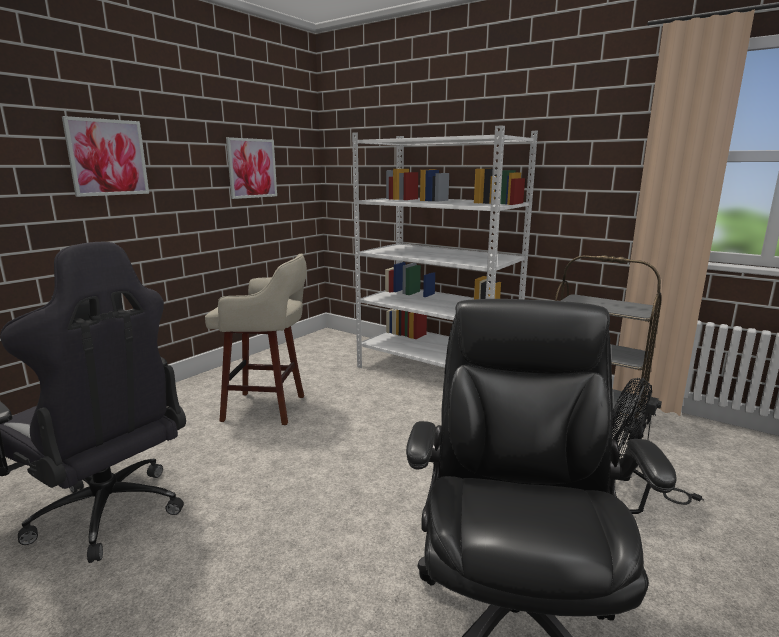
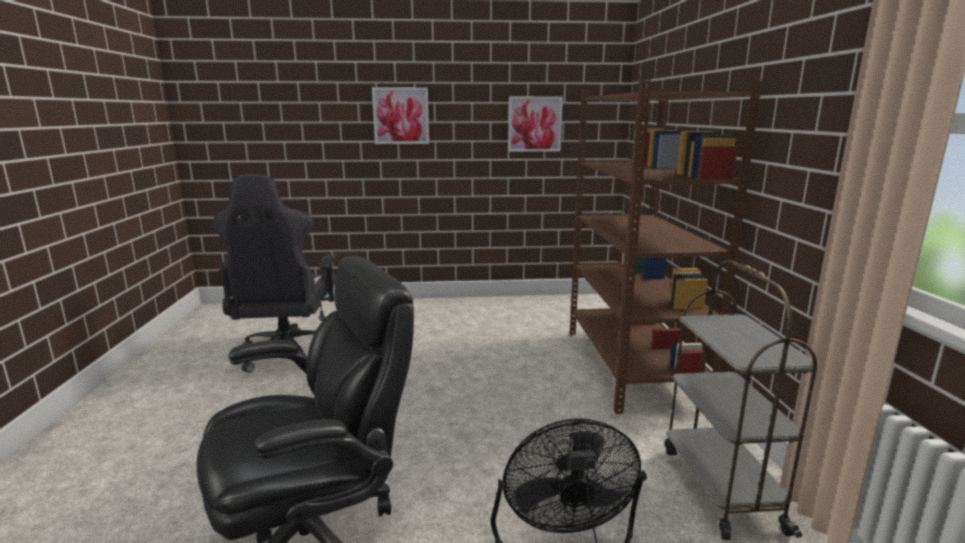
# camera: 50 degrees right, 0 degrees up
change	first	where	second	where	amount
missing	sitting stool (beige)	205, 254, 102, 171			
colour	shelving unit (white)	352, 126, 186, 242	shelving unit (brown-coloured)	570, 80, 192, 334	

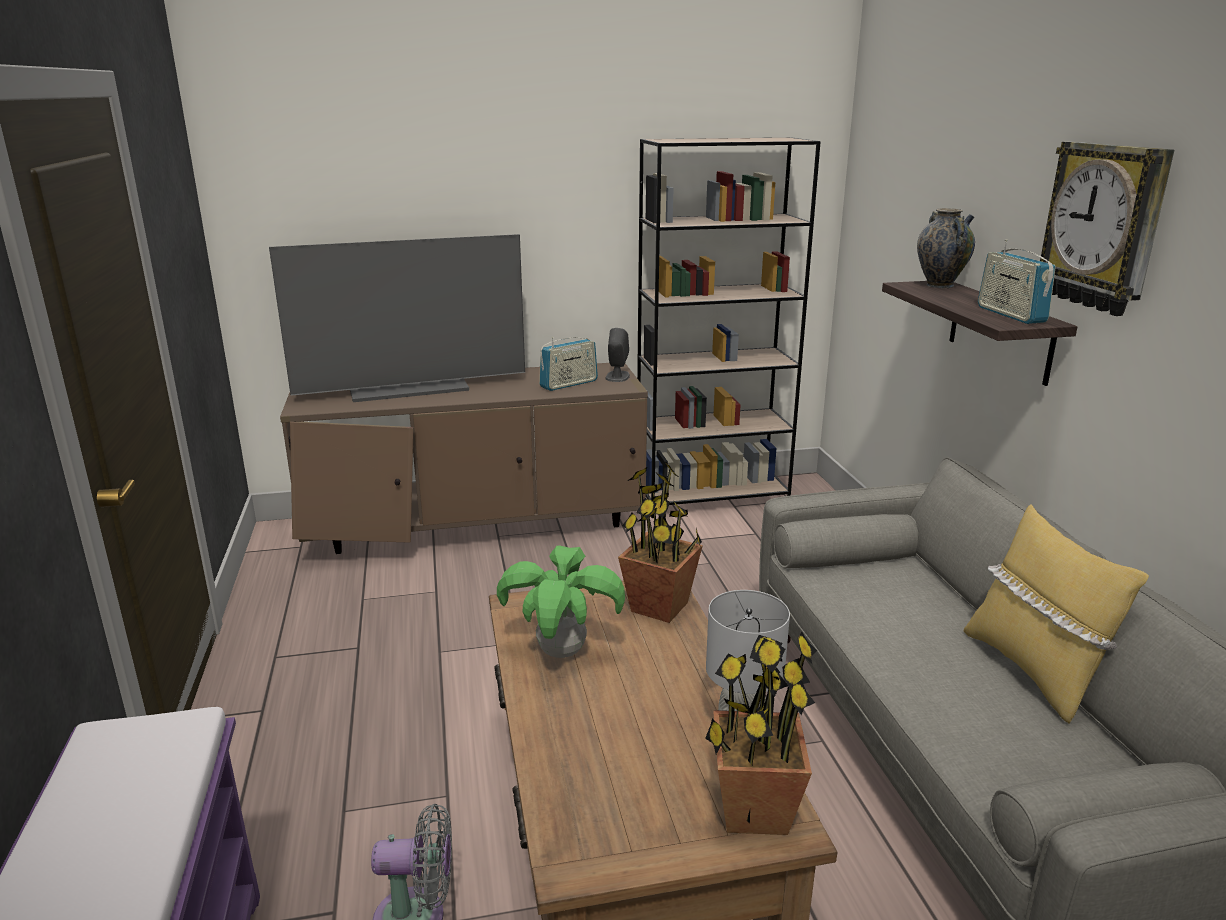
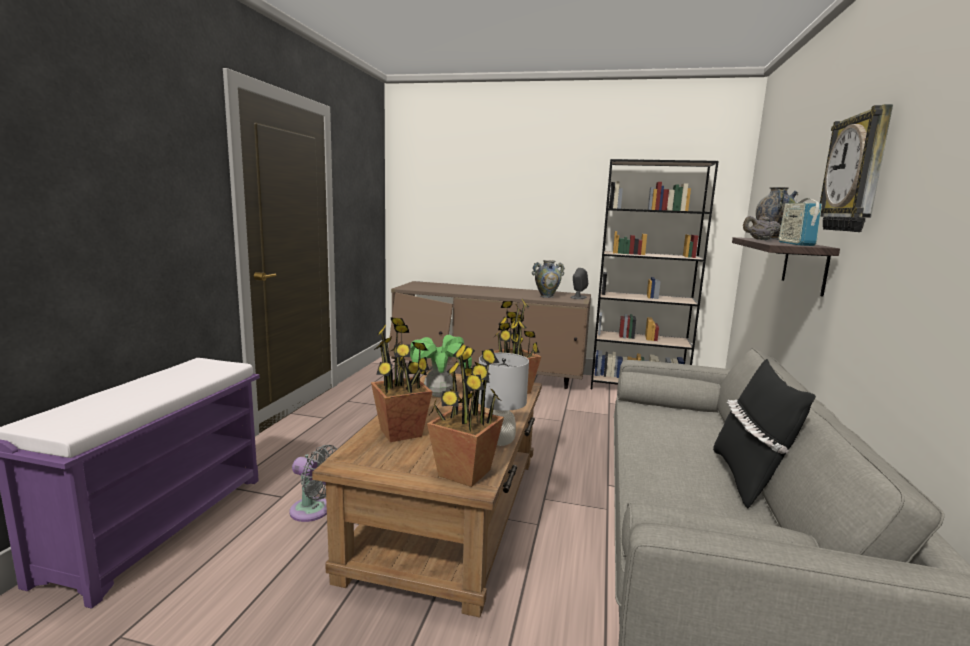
# camera: 25 degrees right, 10 degrees down
change	first	where	second	where	amount
missing	TV	269, 234, 256, 168			
exchanged	radio set	539, 337, 59, 54	decorative vase	532, 260, 33, 38	
colour	throw pillow (yellow-coloured)	963, 504, 186, 219	throw pillow (blackish)	713, 359, 103, 149	
appeared			plant in a pot	371, 317, 61, 125	
appeared			tea pot (greyish)	743, 213, 38, 27	

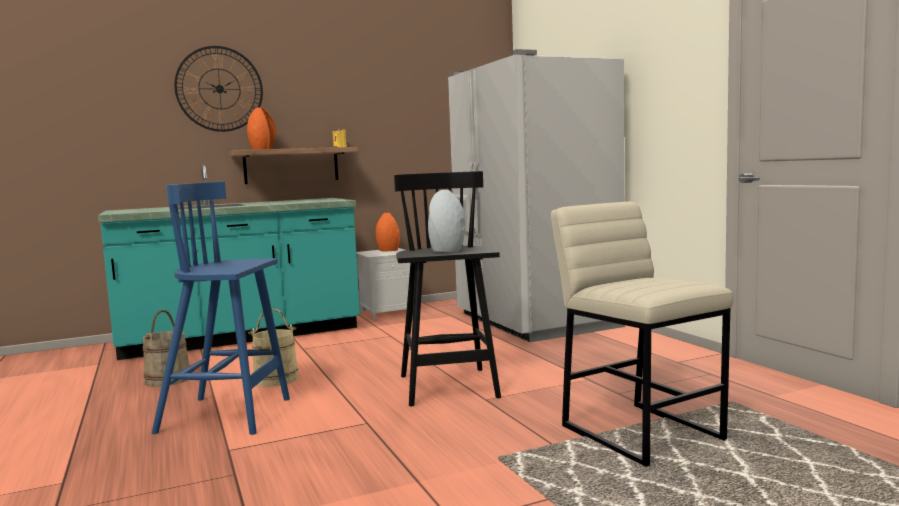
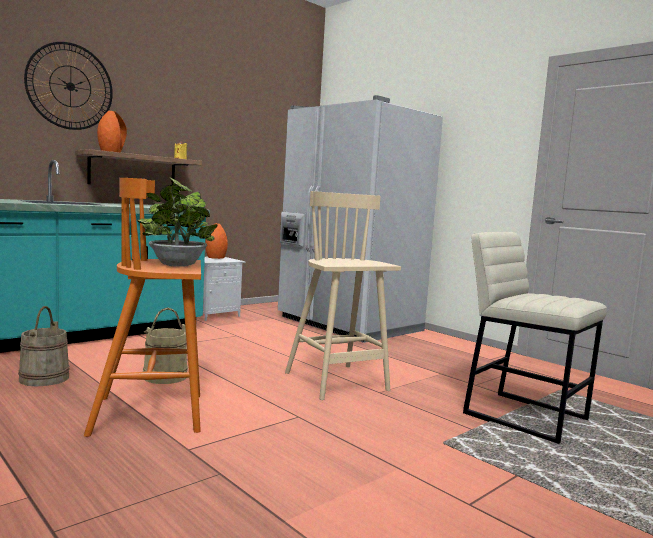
# camera: 20 degrees left, 0 degrees up
change	first	where	second	where	amount
colour	sitting stool (blue)	152, 182, 138, 253	sitting stool (orangey)	84, 178, 117, 259	
colour	sitting stool (blackish)	394, 171, 107, 236	sitting stool (beige)	285, 191, 116, 209	
missing	decorative vase (greyish)	428, 190, 38, 62			
appeared			plant in a pot	137, 178, 80, 89	

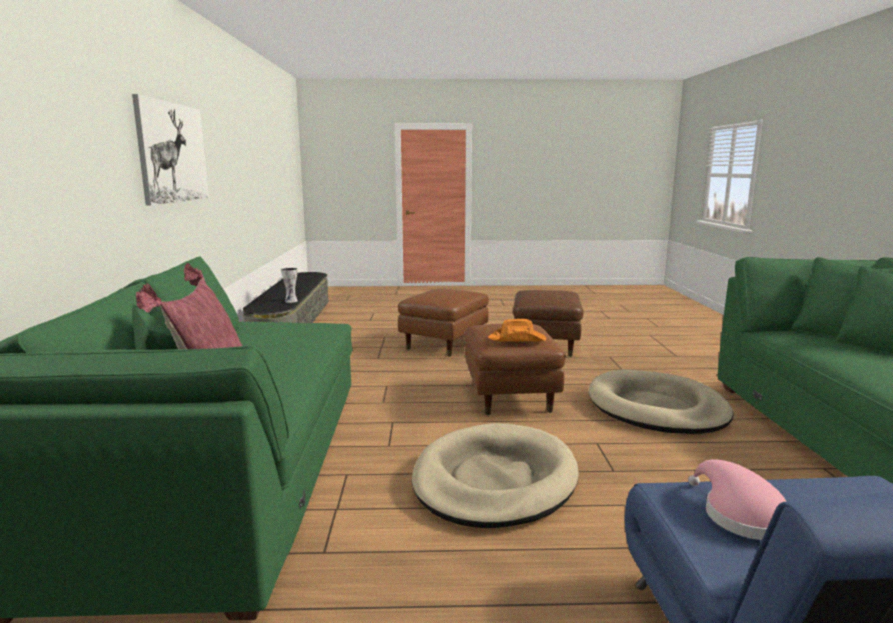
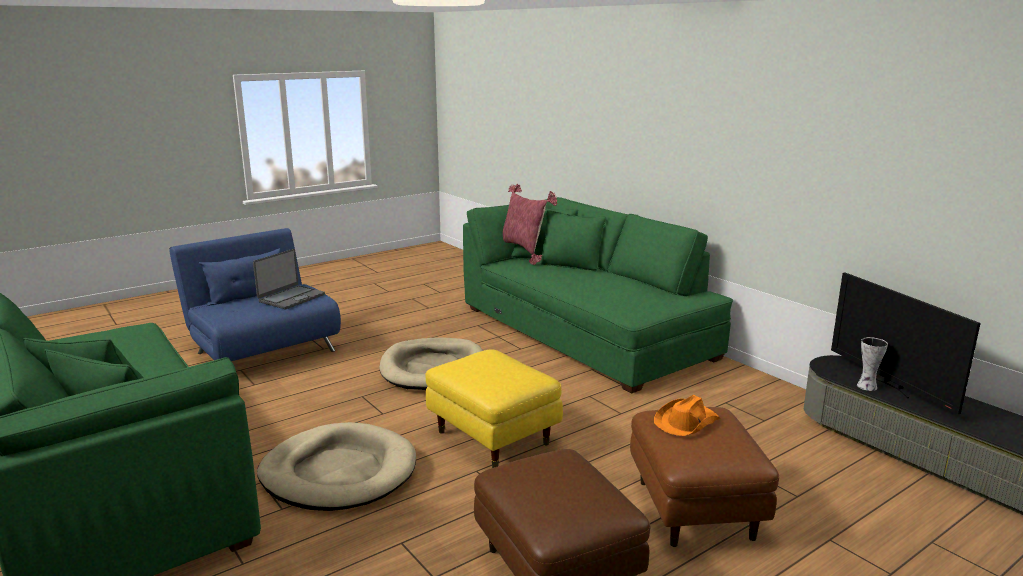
# camera: 145 degrees right, 5 degrees up
change	first	where	second	where	amount
missing	wall art	132, 94, 77, 112			
colour	pouffe (brown-coloured)	464, 324, 102, 91	pouffe (yellow-coloured)	425, 349, 138, 119	
relocated	wearable hat (orangey)	488, 319, 58, 23		654, 395, 66, 41	
exchanged	wearable hat (pink-coloured)	688, 459, 99, 81	notebook computer	253, 249, 72, 60	
appeared			TV	831, 272, 150, 142	

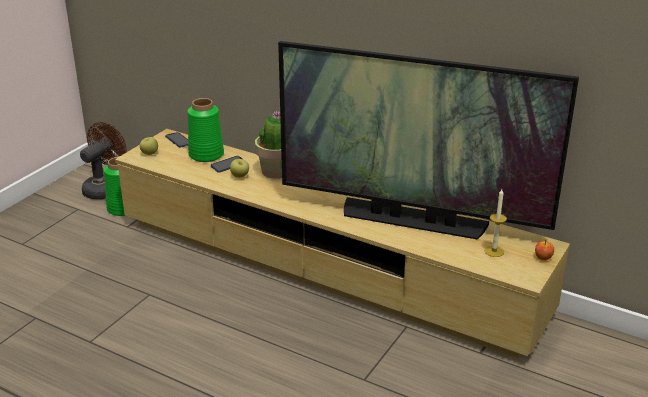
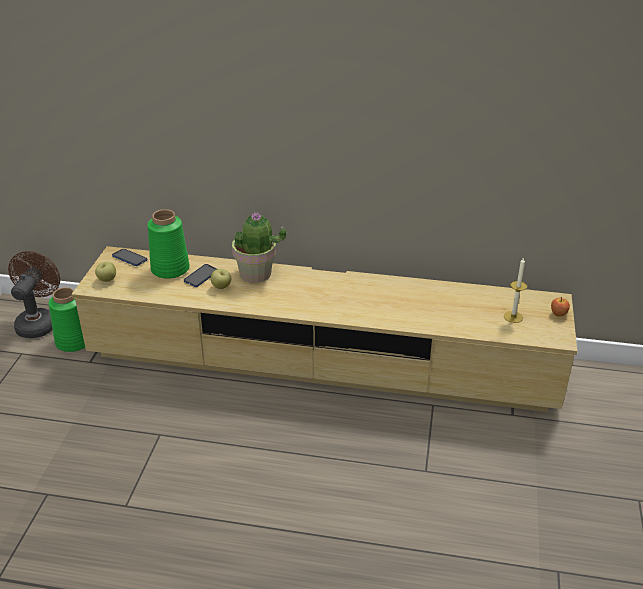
# camera: 20 degrees left, 5 degrees up
change	first	where	second	where	amount
missing	TV	278, 41, 301, 198			

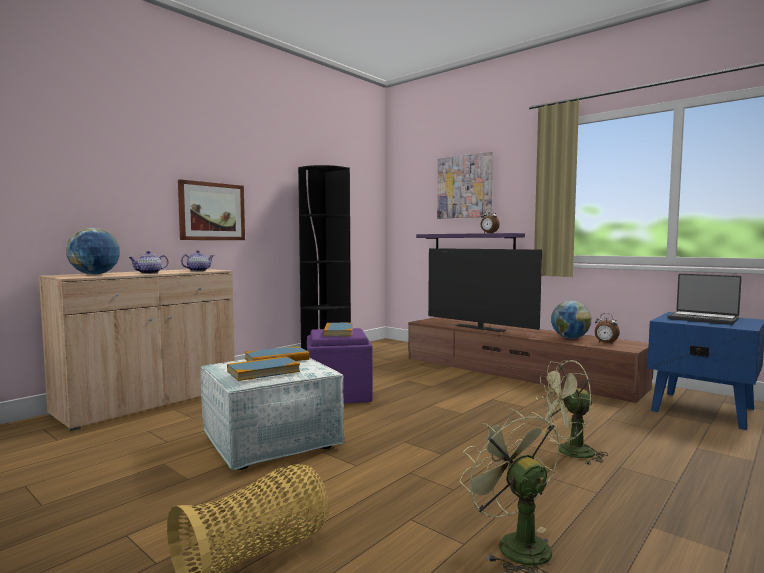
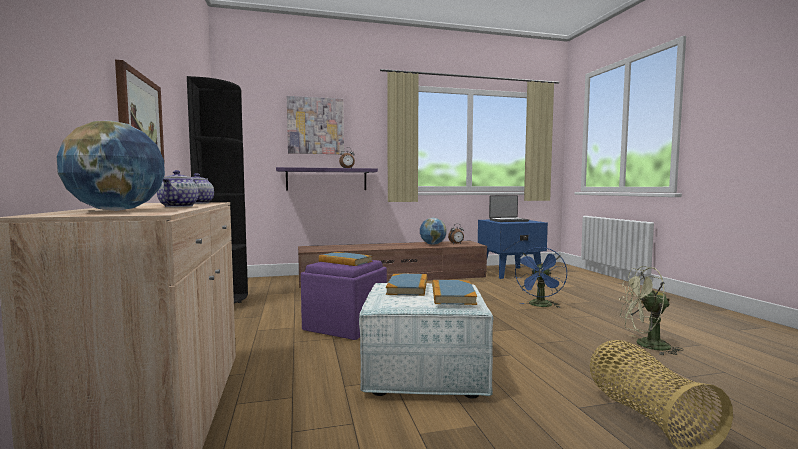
# camera: 55 degrees left, 0 degrees up
change	first	where	second	where	amount
missing	TV	428, 248, 114, 84			
colour	cooling fan (greenish)	536, 360, 72, 105	cooling fan (blue)	515, 247, 52, 61	

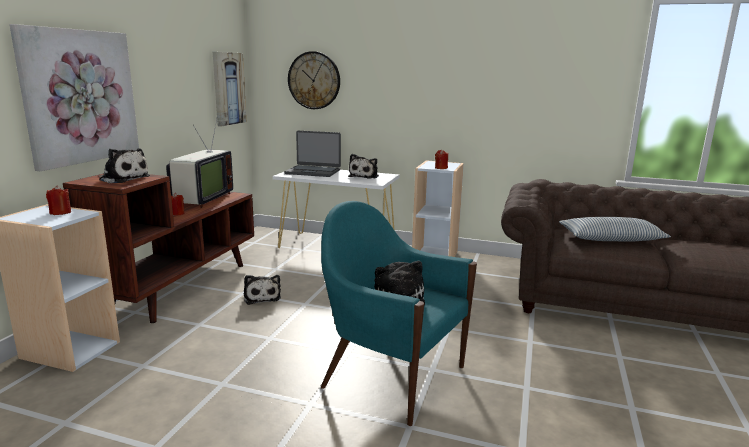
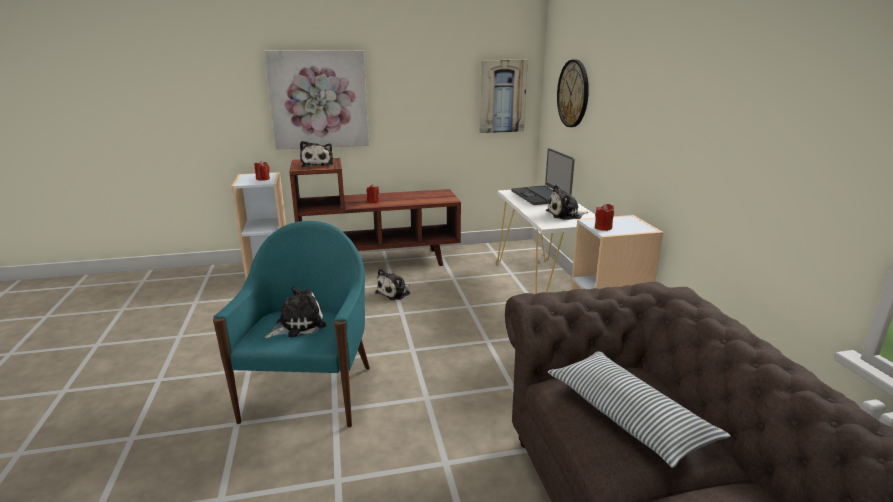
# camera: 60 degrees right, 5 degrees up
change	first	where	second	where	amount
missing	TV	166, 119, 67, 89			

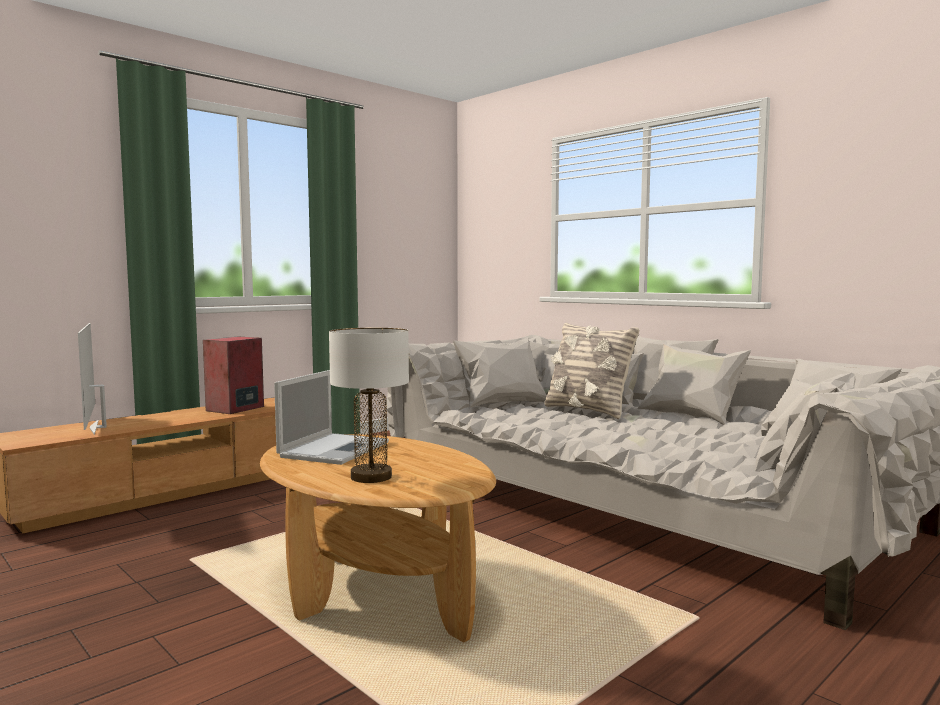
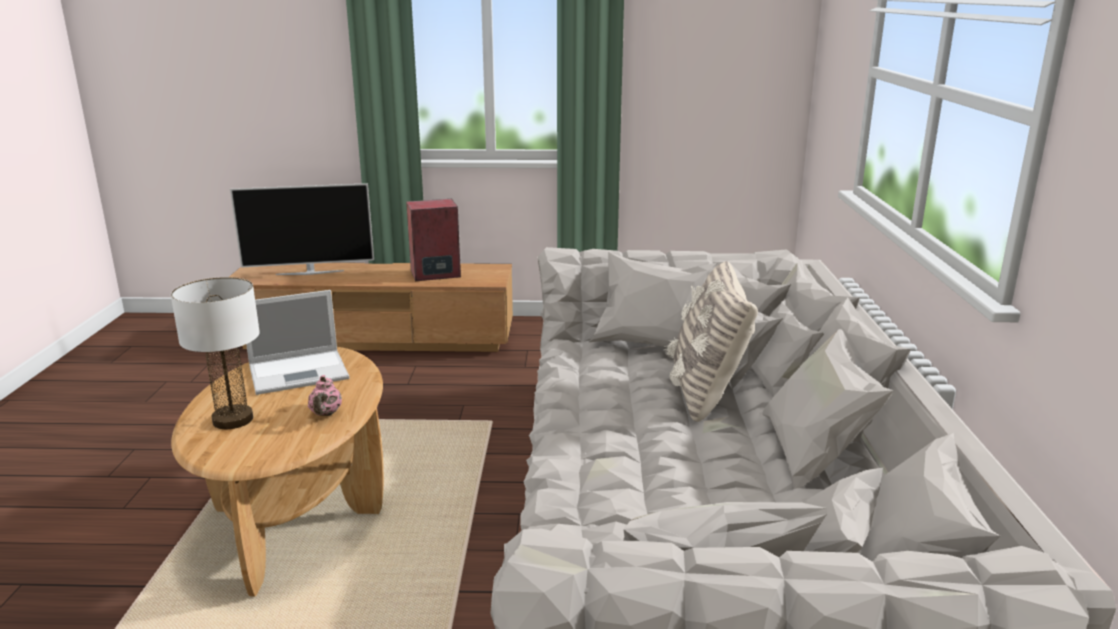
# camera: 45 degrees right, 15 degrees up
change	first	where	second	where	amount
spun	TV	78, 323, 29, 112		230, 183, 144, 92	120 degrees counterclockwise
appeared			tea pot (pink-coloured)	308, 375, 34, 41	

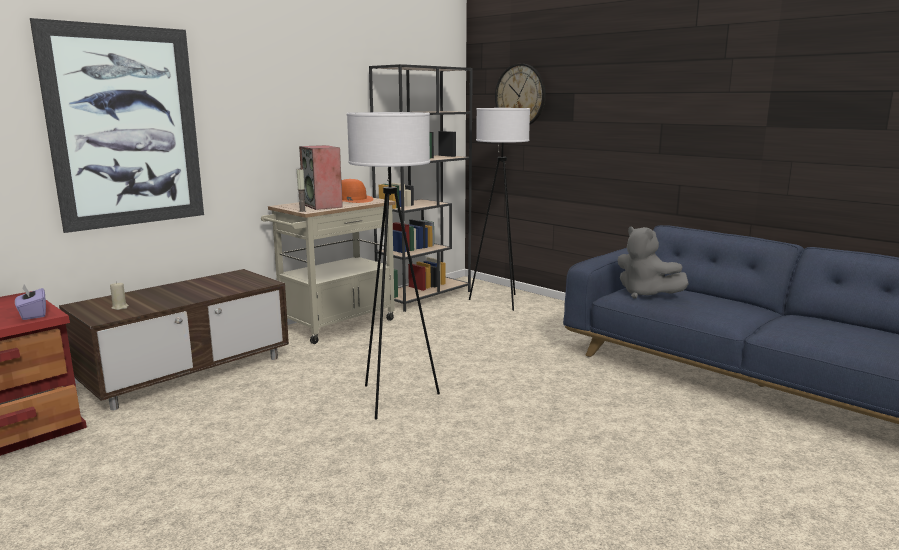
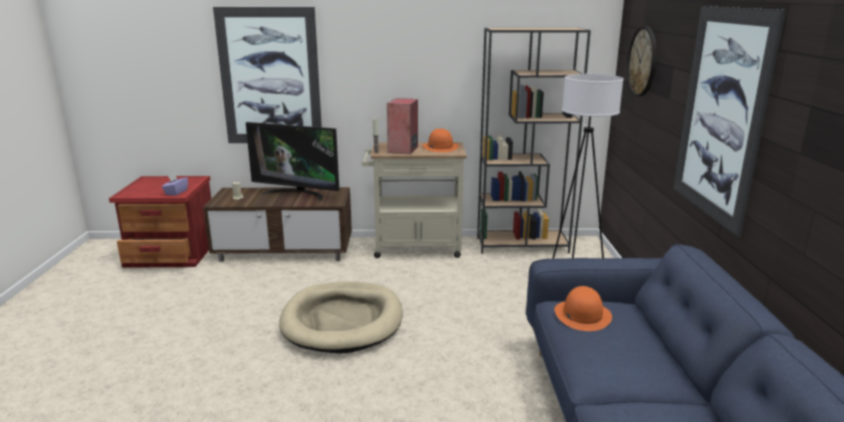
# camera: 45 degrees right, 5 degrees up
change	first	where	second	where	amount
exchanged	floor lamp (white)	347, 112, 93, 308	dog cushion (beige)	279, 281, 124, 73	
exchanged	cuddly toy (greyish)	617, 226, 72, 73	wearable hat (orangey)	554, 286, 58, 45	
appeared			TV	246, 122, 93, 79	
appeared			wall art	673, 6, 113, 231	

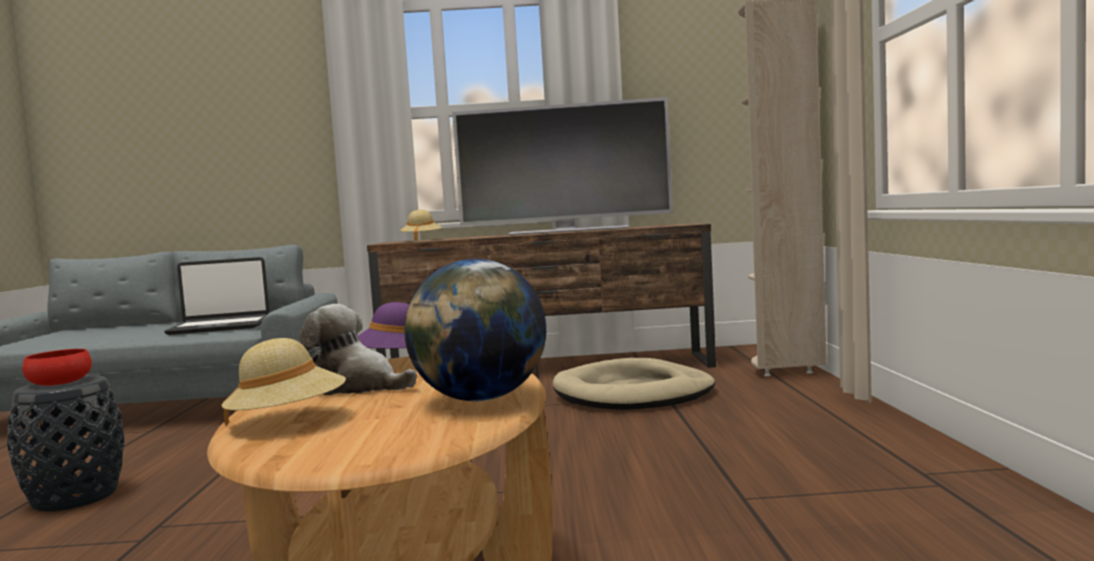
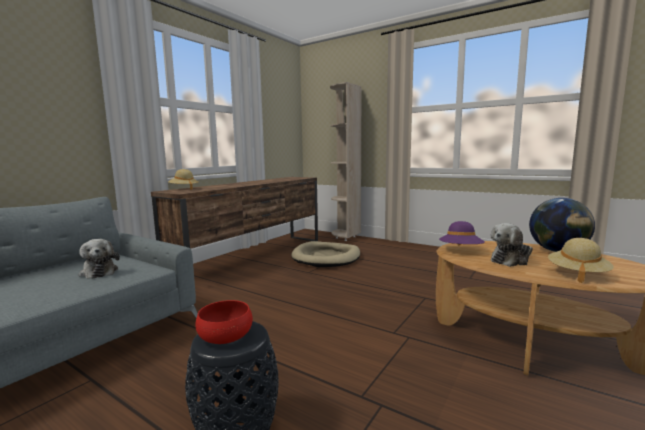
# camera: 55 degrees left, 5 degrees up
change	first	where	second	where	amount
exchanged	notebook computer	164, 257, 106, 78	cuddly toy	79, 239, 41, 39	
missing	TV	452, 97, 221, 138			

